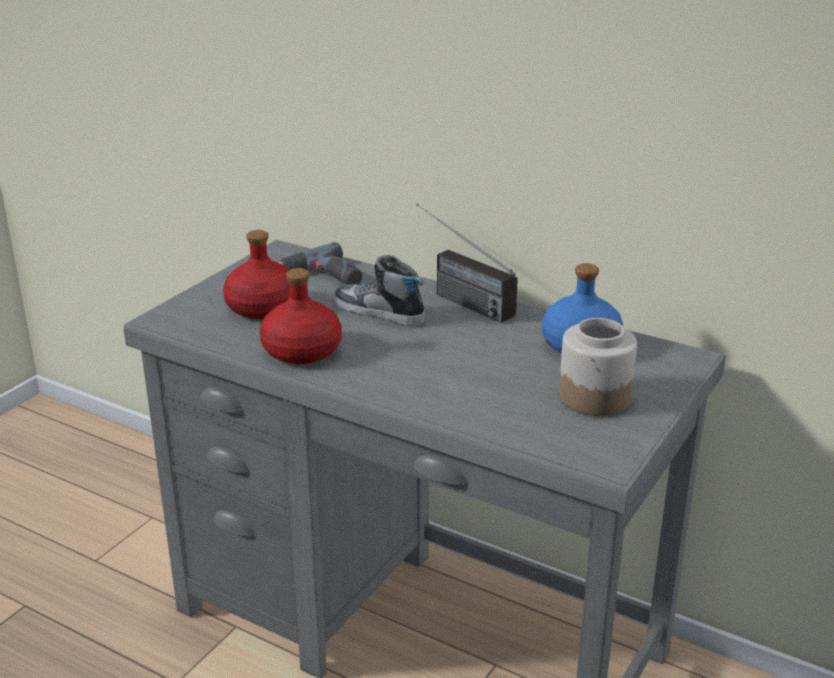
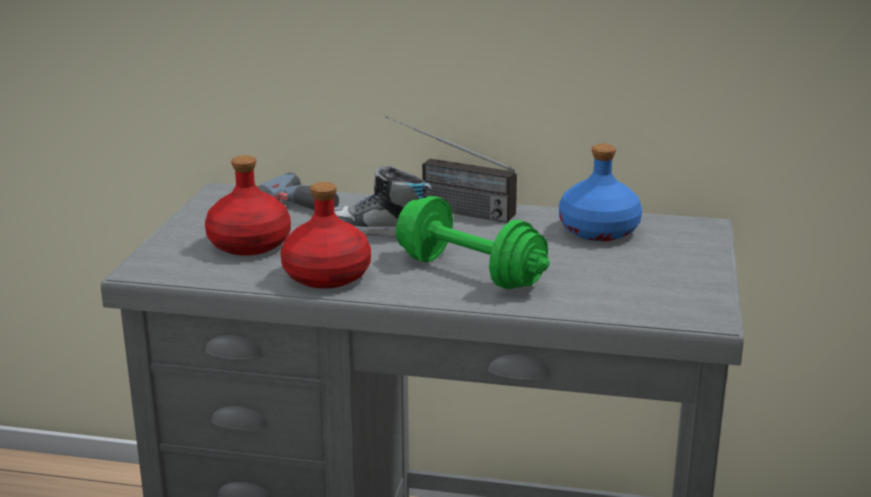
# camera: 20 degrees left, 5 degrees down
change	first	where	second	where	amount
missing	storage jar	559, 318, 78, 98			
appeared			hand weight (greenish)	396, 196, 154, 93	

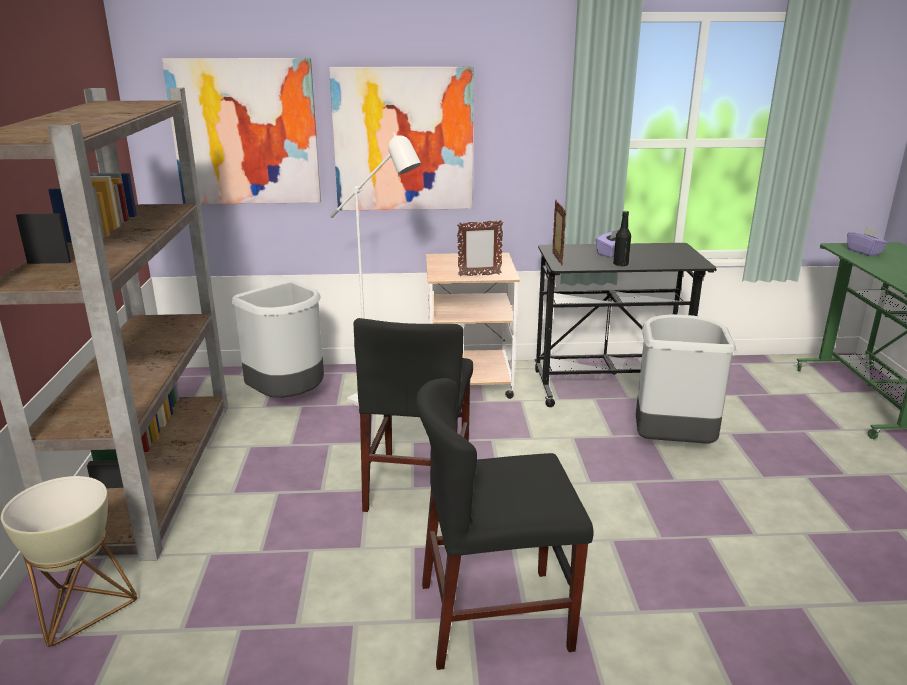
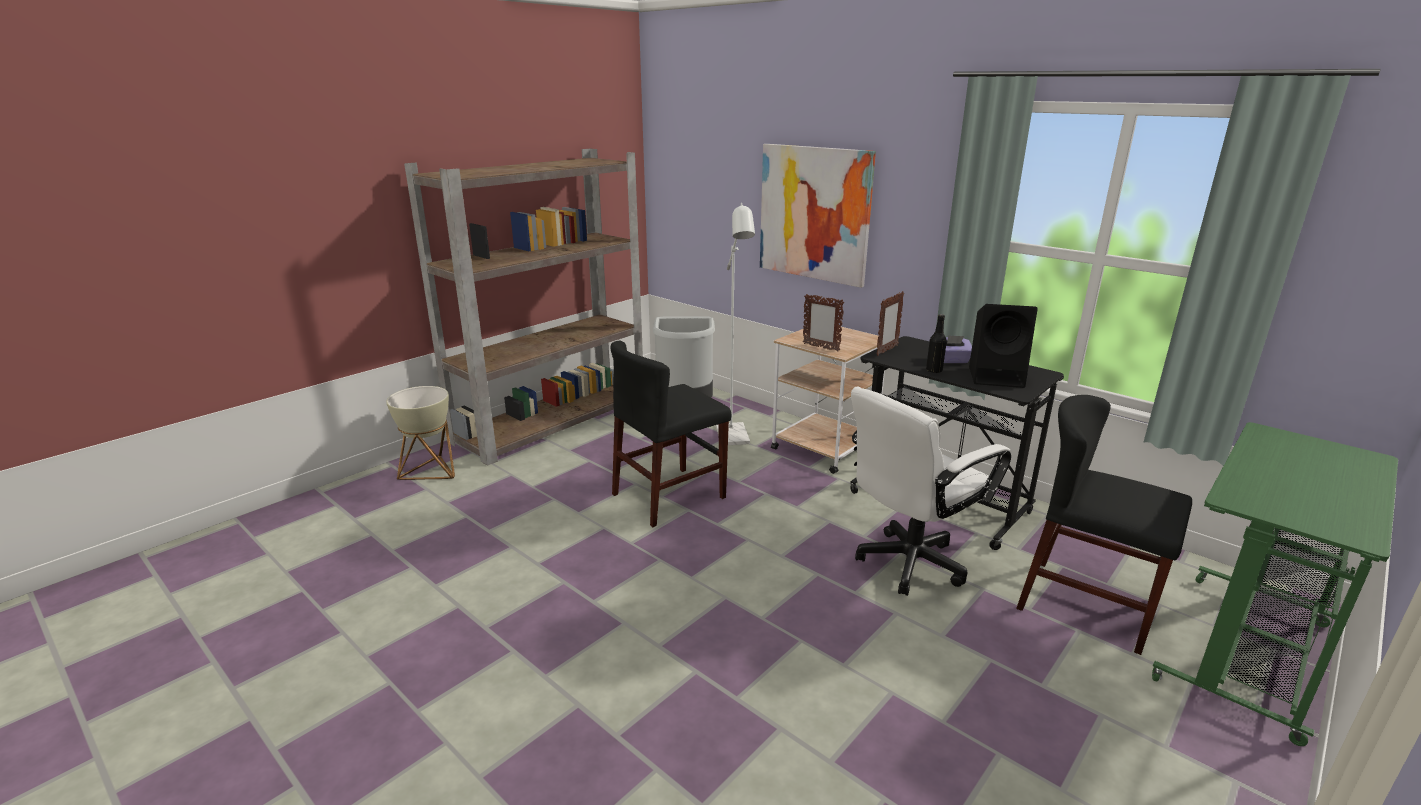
# camera: 45 degrees right, 0 degrees up
change	first	where	second	where	amount
missing	wall art	162, 58, 159, 146			
relocated	chair (blackish)	416, 378, 178, 292		1016, 395, 176, 260	
exchanged	rubbish bin (greyish)	636, 314, 100, 129	desk chair (white)	851, 387, 160, 209	
missing	box of tissues (purple)	847, 226, 41, 30			
appeared			loudspeaker (blackish)	969, 304, 69, 84	

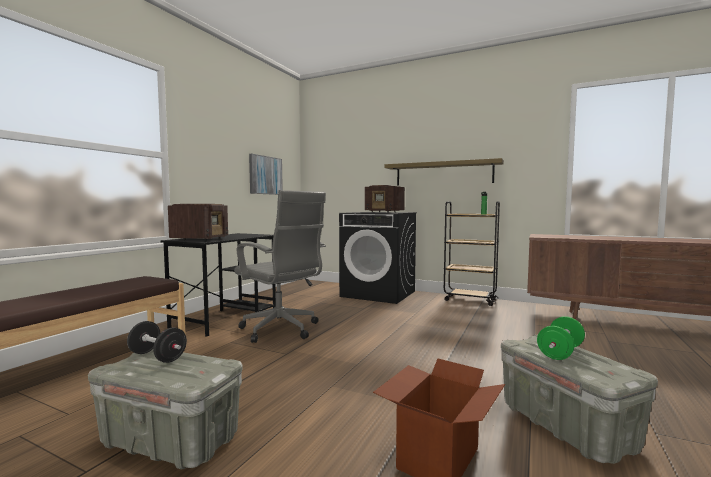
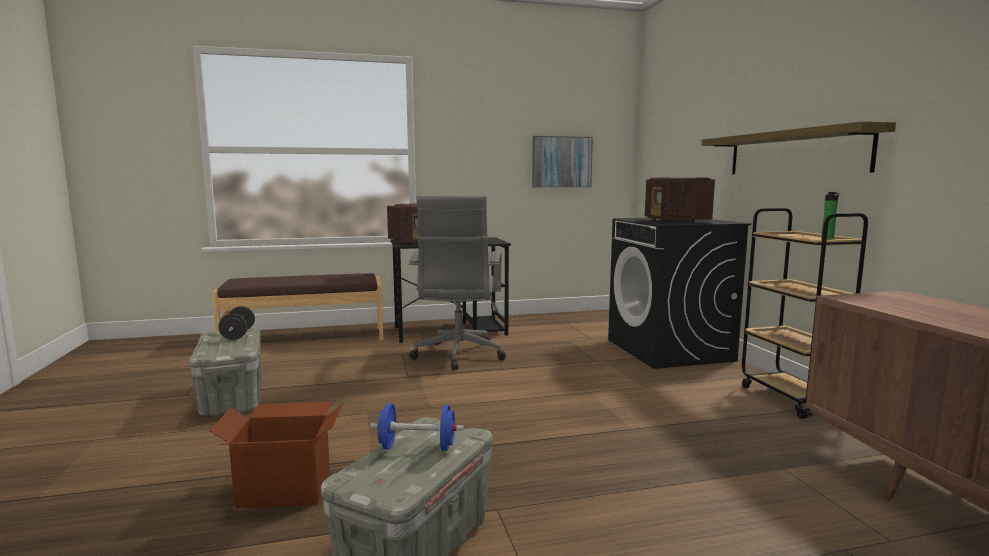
# camera: 50 degrees right, 5 degrees up
change	first	where	second	where	amount
colour	hand weight (greenish)	537, 316, 48, 44	hand weight (blue)	370, 404, 94, 47	

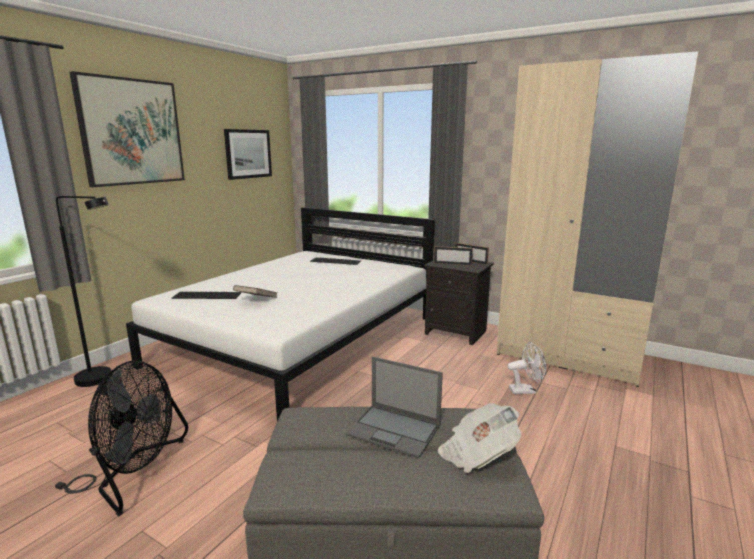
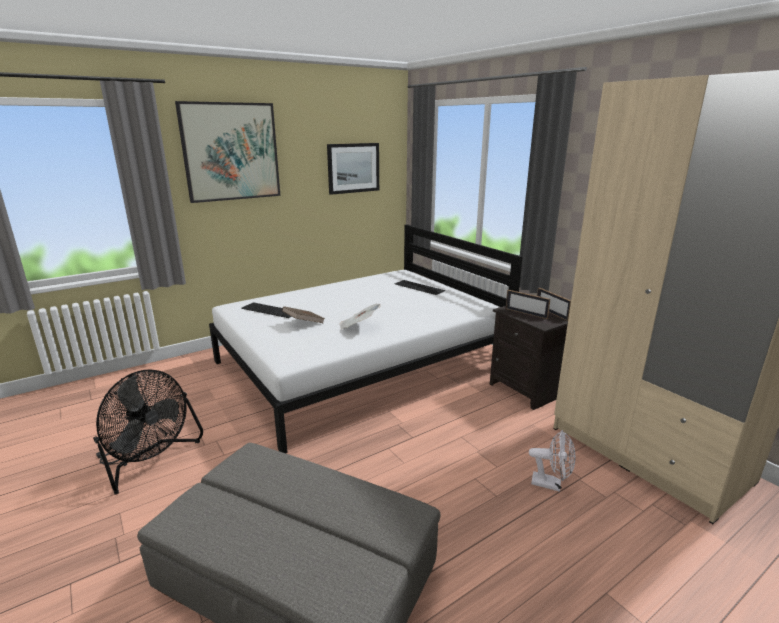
# camera: 25 degrees right, 5 degrees up
change	first	where	second	where	amount
missing	floor lamp (blackish)	56, 196, 55, 191			
missing	notebook computer	346, 357, 97, 101			
relocated	daily paper	438, 403, 83, 70		339, 303, 42, 27	

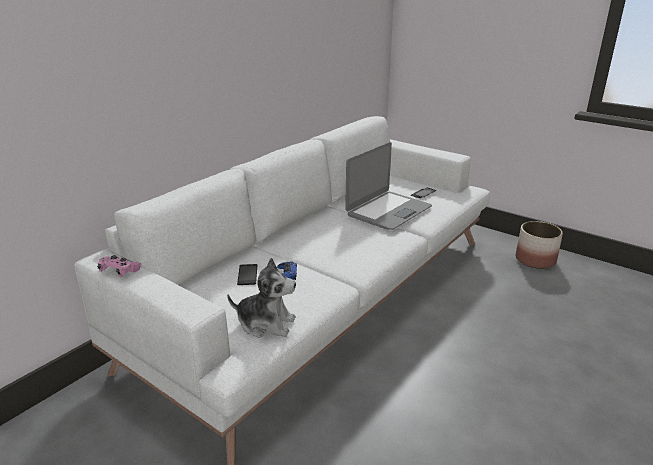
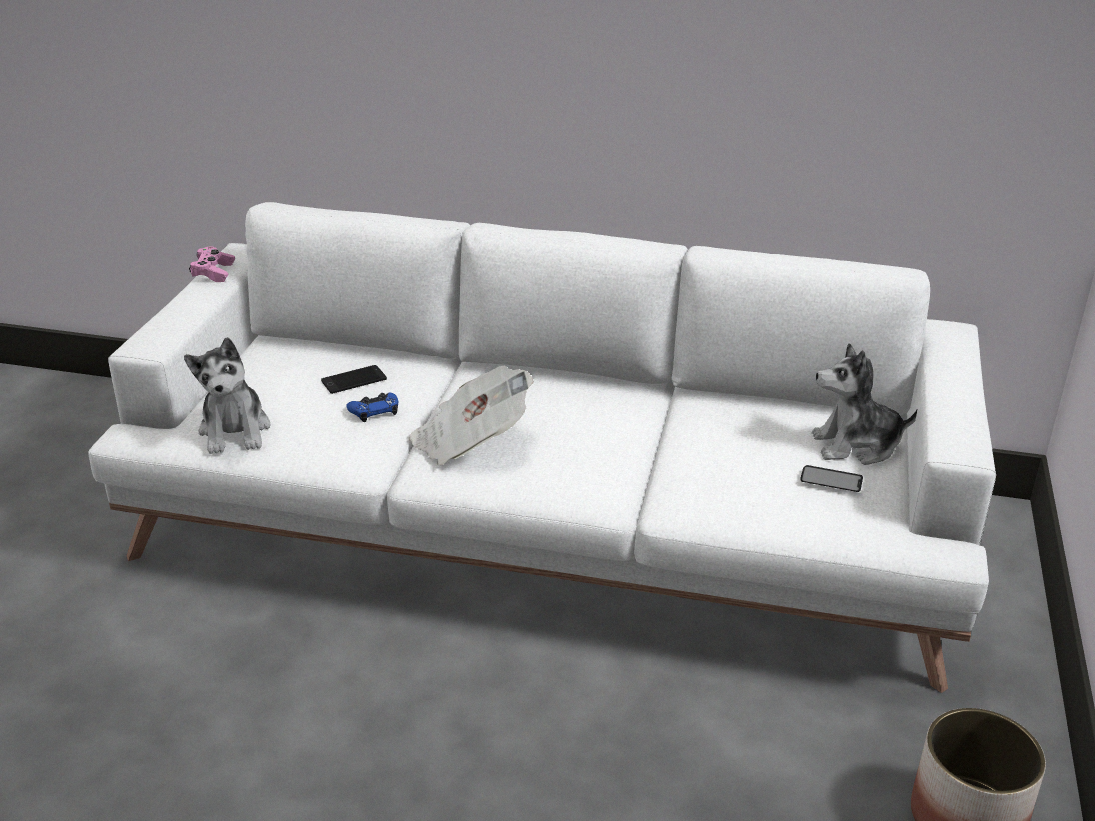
# camera: 65 degrees right, 5 degrees up
change	first	where	second	where	amount
missing	notebook computer	345, 142, 87, 88			
appeared			daily paper	409, 366, 125, 100	
appeared			cuddly toy	812, 343, 106, 122	

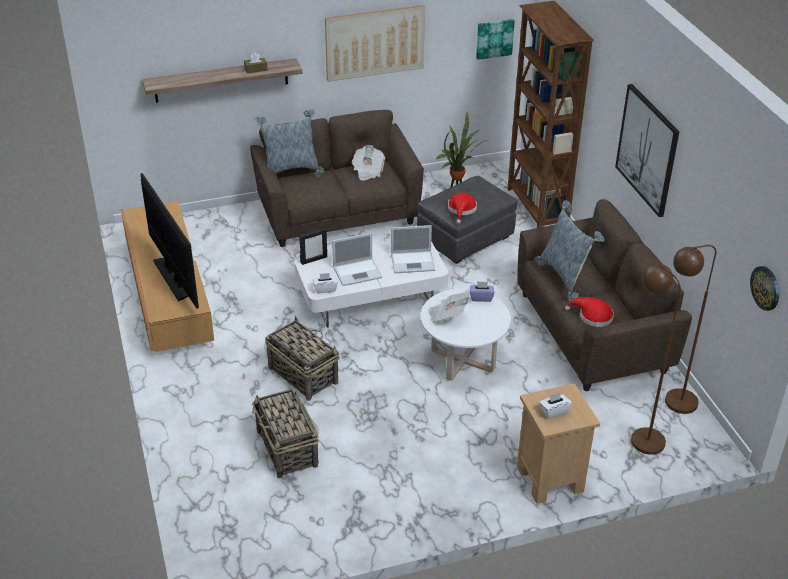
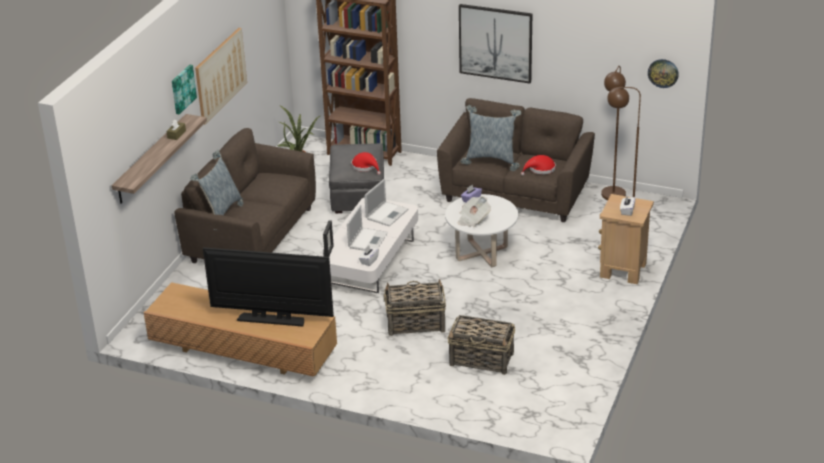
# camera: 50 degrees left, 5 degrees down
change	first	where	second	where	amount
missing	daily paper	352, 145, 33, 36			
relocated	wall art	476, 19, 39, 41		172, 65, 25, 50	

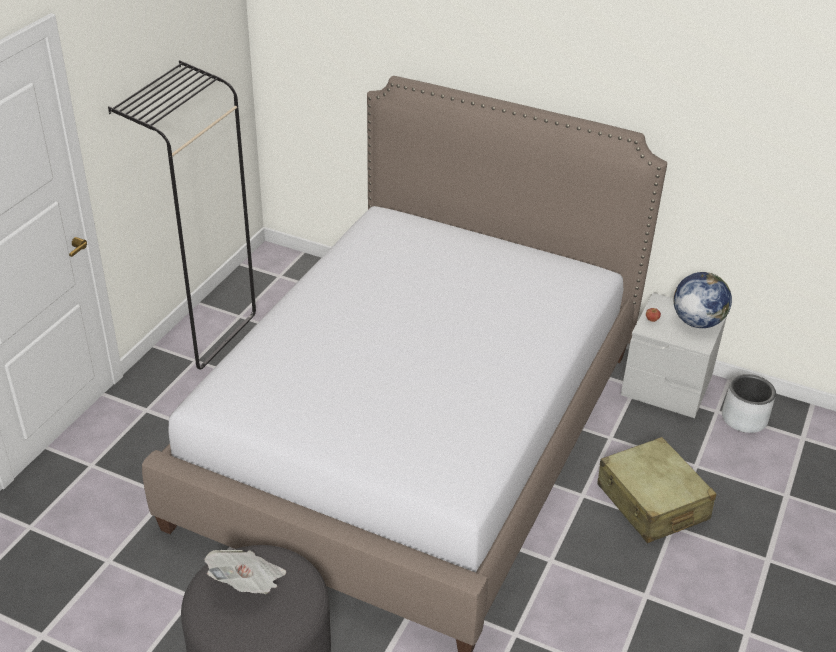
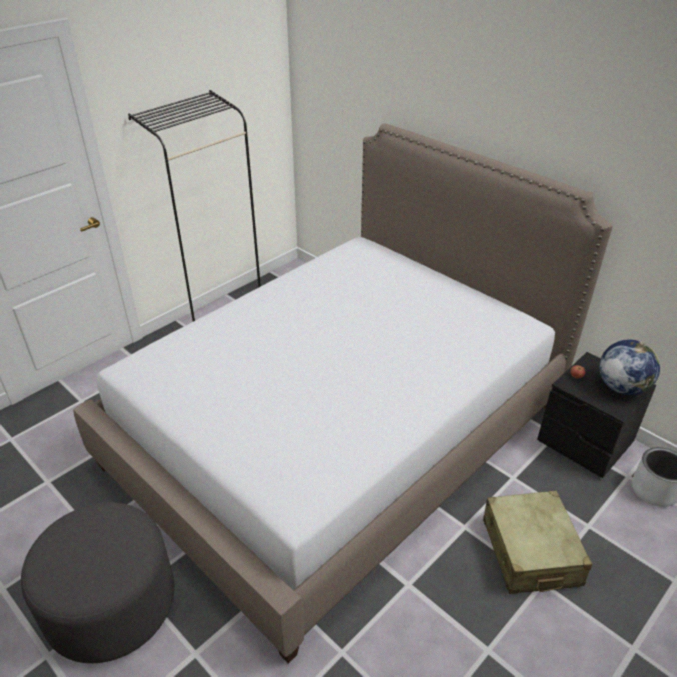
# camera: 20 degrees right, 0 degrees up
change	first	where	second	where	amount
missing	daily paper	205, 550, 81, 44			
colour	bedside table (white)	621, 293, 106, 125	bedside table (blackish)	537, 352, 119, 126	

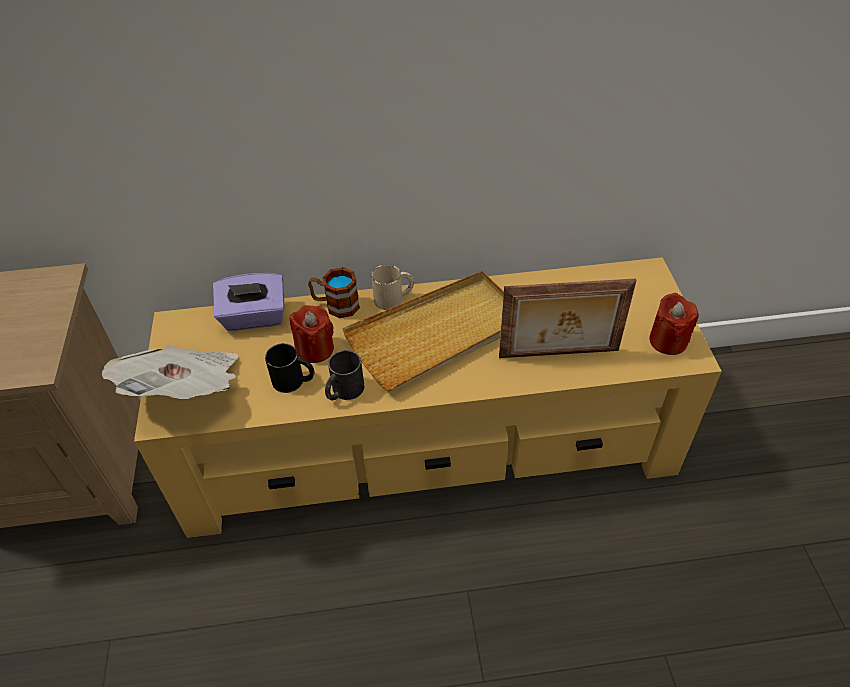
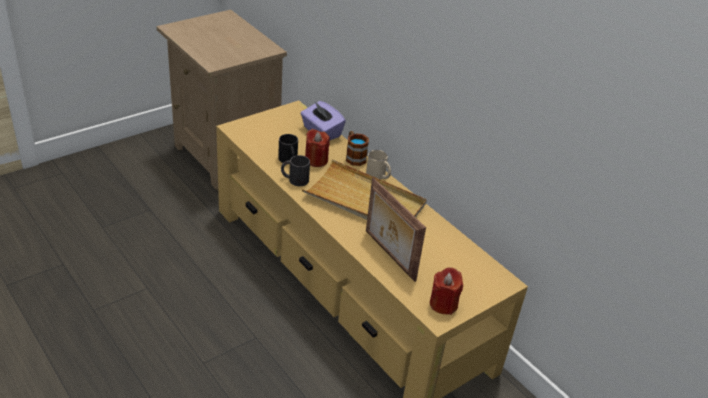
# camera: 55 degrees right, 10 degrees down
change	first	where	second	where	amount
missing	daily paper	102, 346, 137, 53			

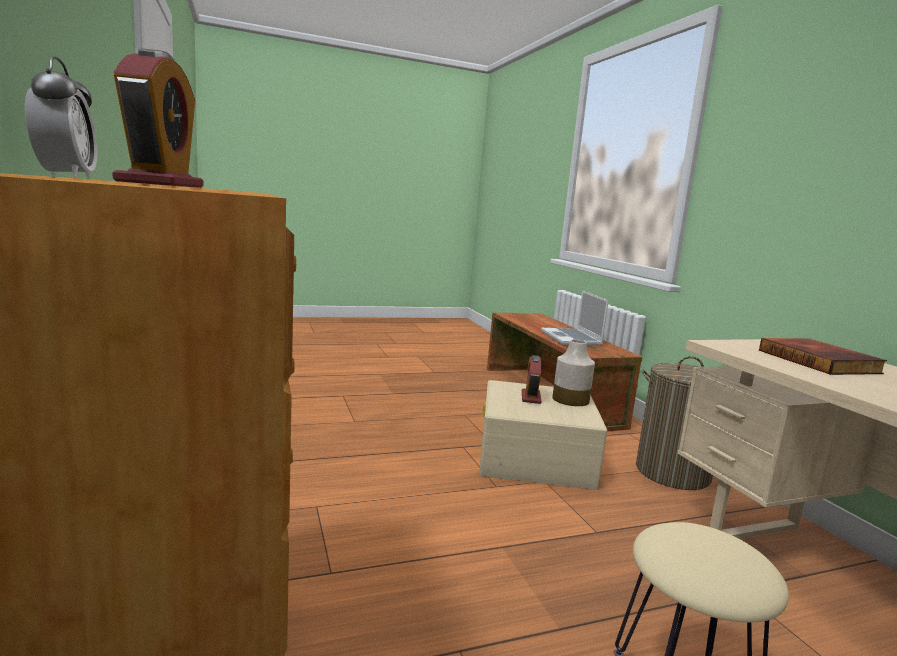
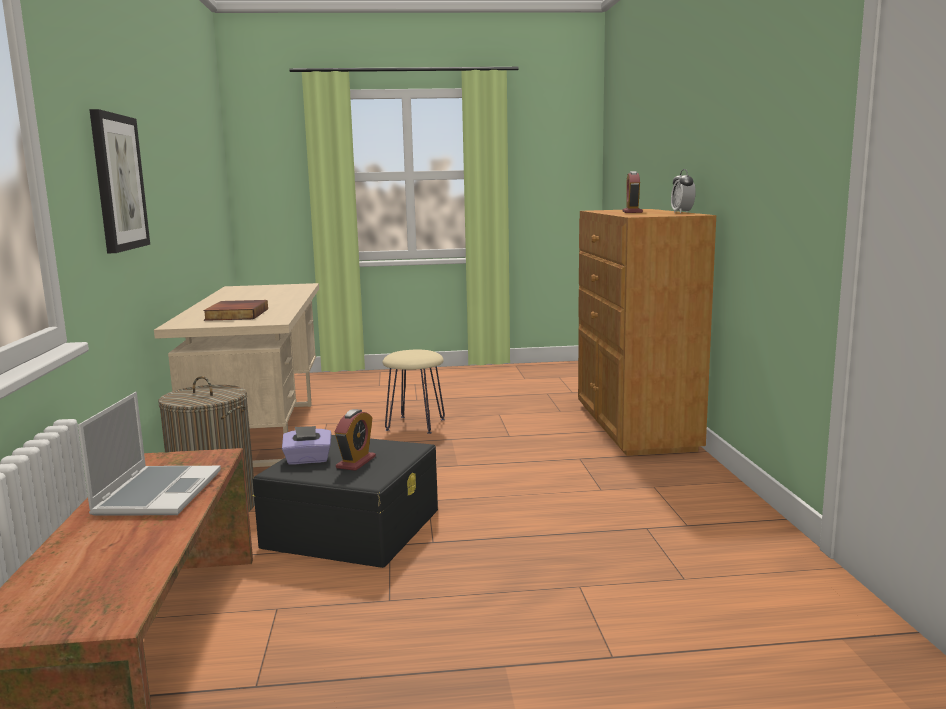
# camera: 165 degrees left, 0 degrees up
change	first	where	second	where	amount
colour	storage box (beige)	479, 380, 128, 110	storage box (blackish)	252, 435, 186, 133	
exchanged	decorative vase (beige)	552, 339, 43, 67	box of tissues (purple)	282, 426, 49, 38	
appeared			wall art	89, 109, 61, 144	

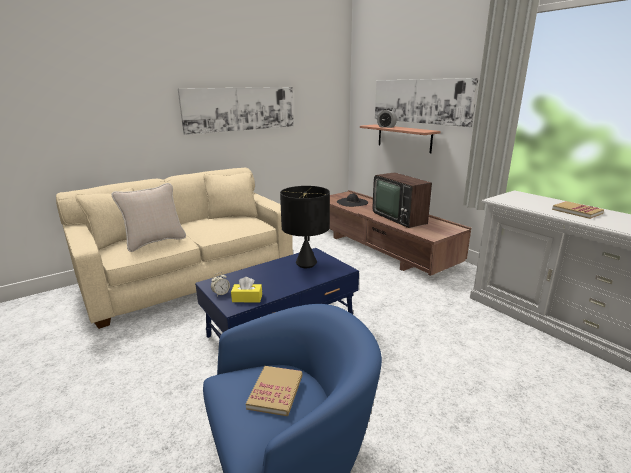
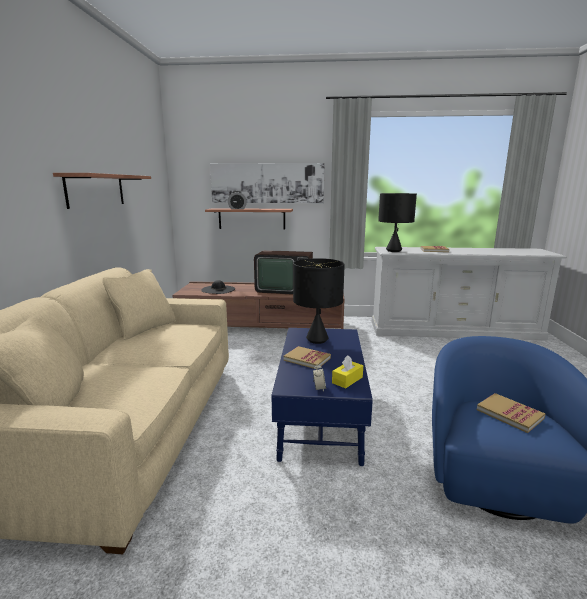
# camera: 50 degrees left, 5 degrees down
change	first	where	second	where	amount
missing	throw pillow (beige)	111, 183, 75, 69			
exchanged	wall art	178, 87, 116, 48	shelf	53, 173, 98, 36	
appeared			volume	284, 346, 47, 23	
appeared			table lamp (blackish)	378, 193, 39, 59	

